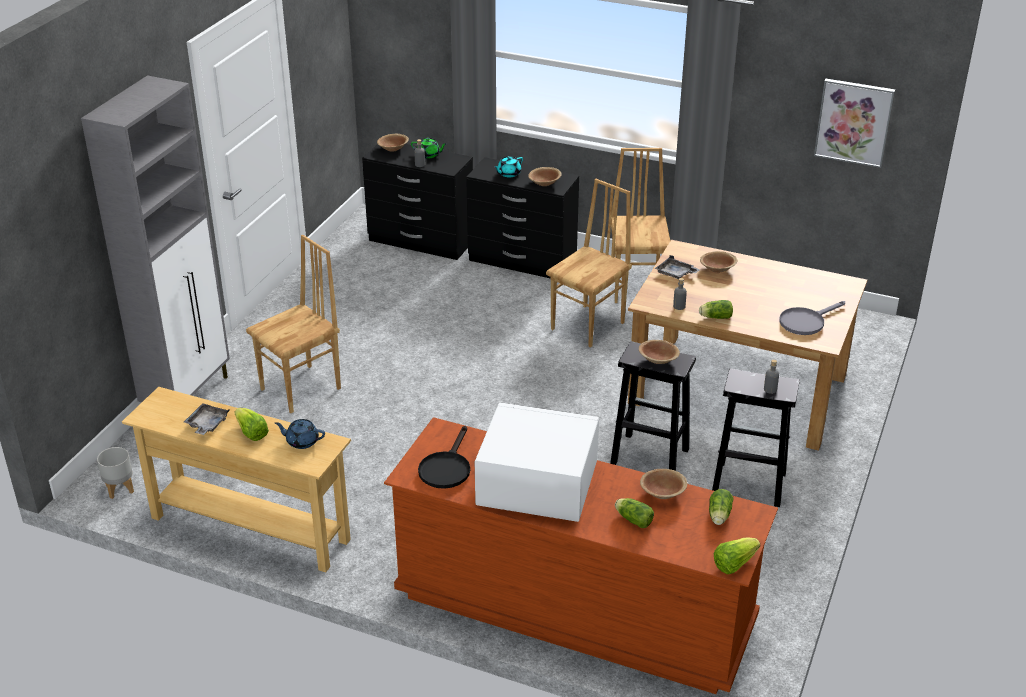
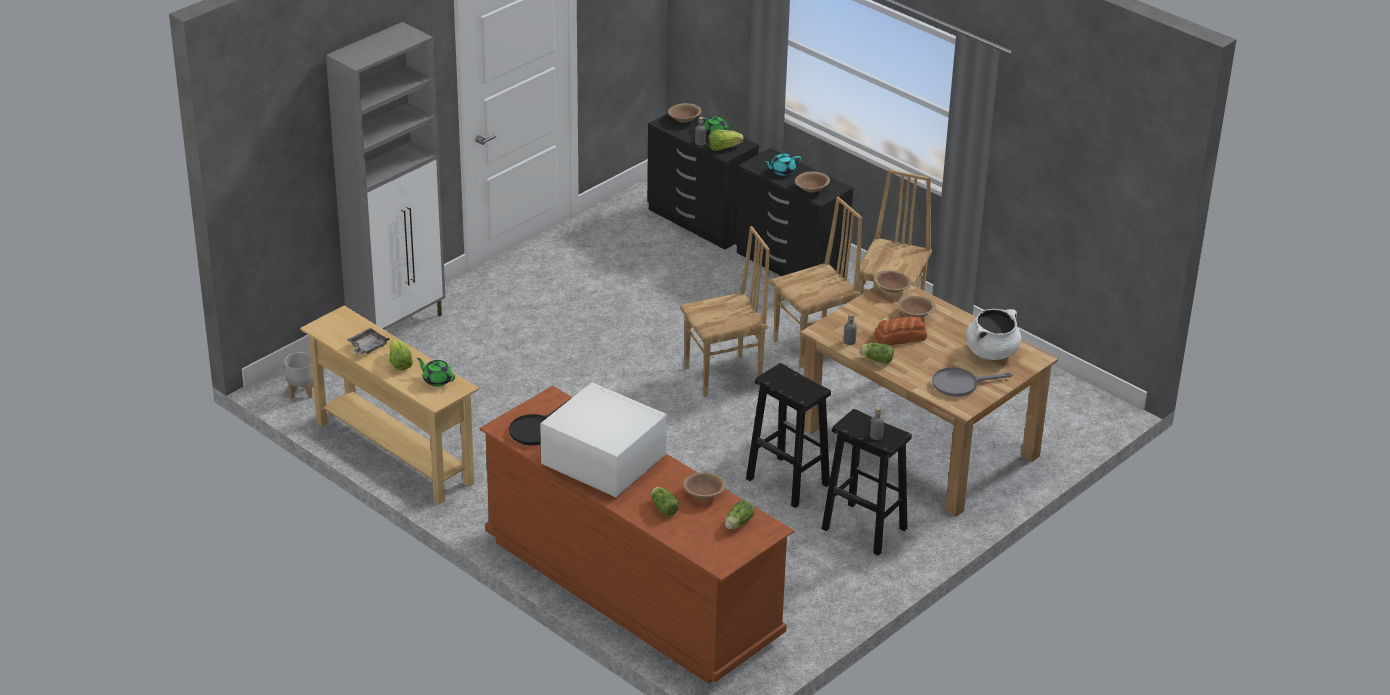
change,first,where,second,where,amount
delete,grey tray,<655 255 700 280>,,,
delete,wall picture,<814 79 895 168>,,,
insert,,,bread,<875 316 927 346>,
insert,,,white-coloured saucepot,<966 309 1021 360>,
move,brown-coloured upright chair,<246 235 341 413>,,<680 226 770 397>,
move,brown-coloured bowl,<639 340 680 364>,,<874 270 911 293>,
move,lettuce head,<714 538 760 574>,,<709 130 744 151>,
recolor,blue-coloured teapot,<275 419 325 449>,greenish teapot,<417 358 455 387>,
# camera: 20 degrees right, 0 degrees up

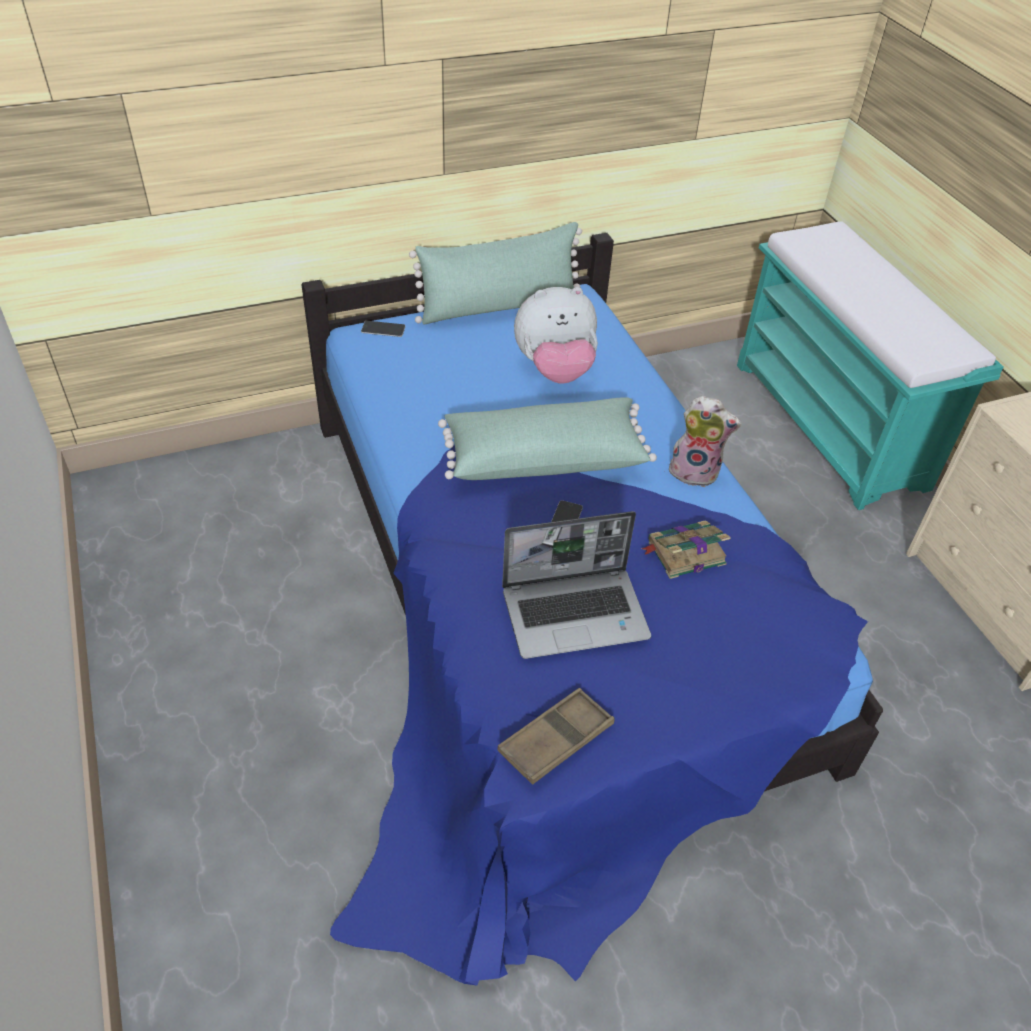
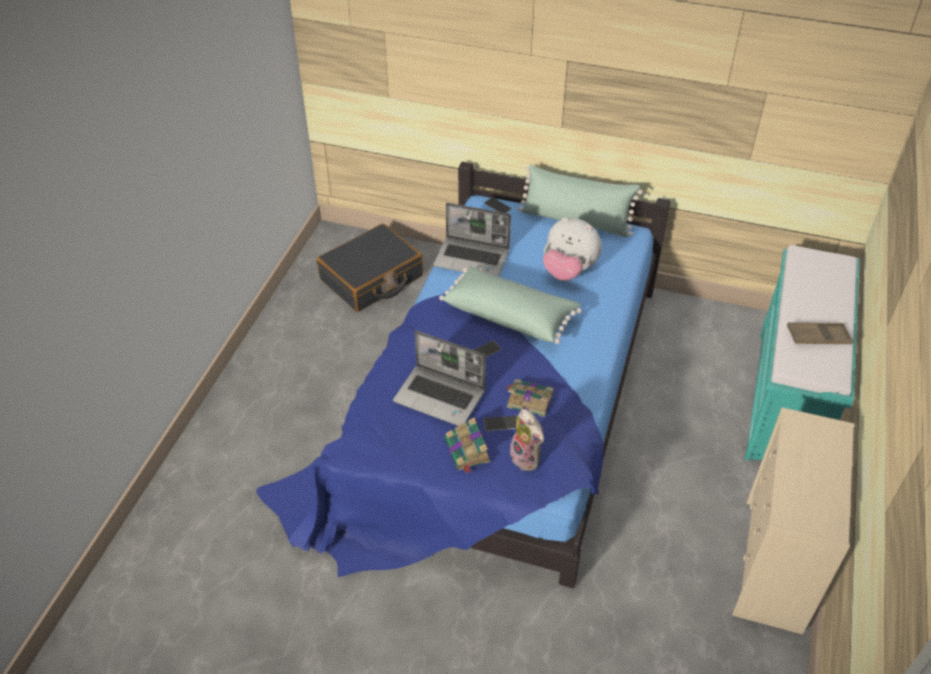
change,first,where,second,where,amount
insert,,,black-coloured travel case,<317 224 423 312>,
insert,,,notebook computer,<433 203 511 277>,
insert,,,volume,<445 418 490 473>,
insert,,,telephone,<484 416 517 431>,
move,brown-coloured tray,<497 688 615 785>,,<787 322 853 344>,
move,cuddly toy,<669 396 741 487>,,<510 409 544 471>,
# camera: 40 degrees right, 0 degrees up

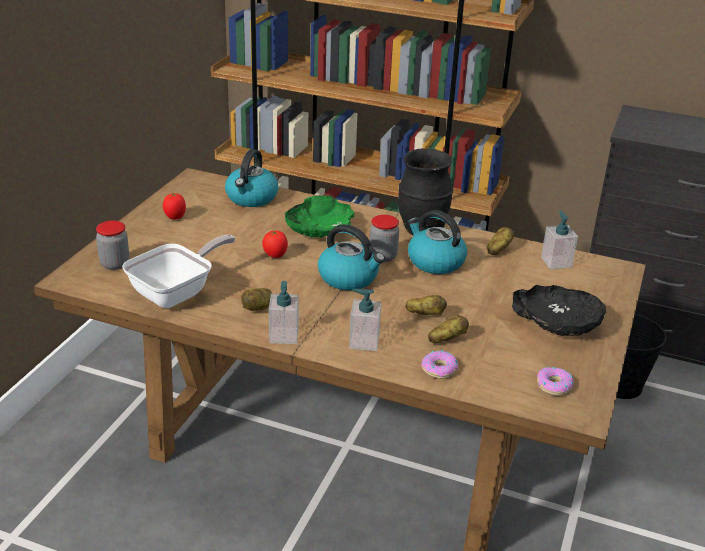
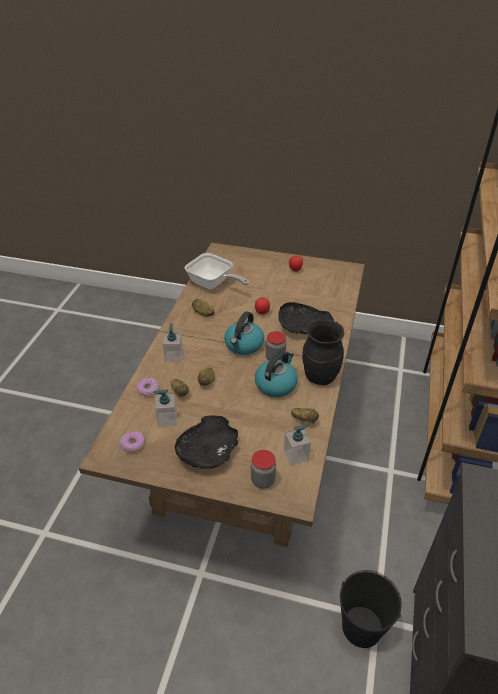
change,first,where,second,where,amount
delete,tea kettle,<225 149 278 207>,,,
move,preserve jar,<96 221 129 270>,,<251 450 276 489>,
move,liquid soap bottle,<269 281 299 344>,,<153 389 177 427>,
recolor,greenish bowl,<285 195 355 238>,black-coloured bowl,<279 302 334 334>,
# camera: 85 degrees right, 10 degrees up

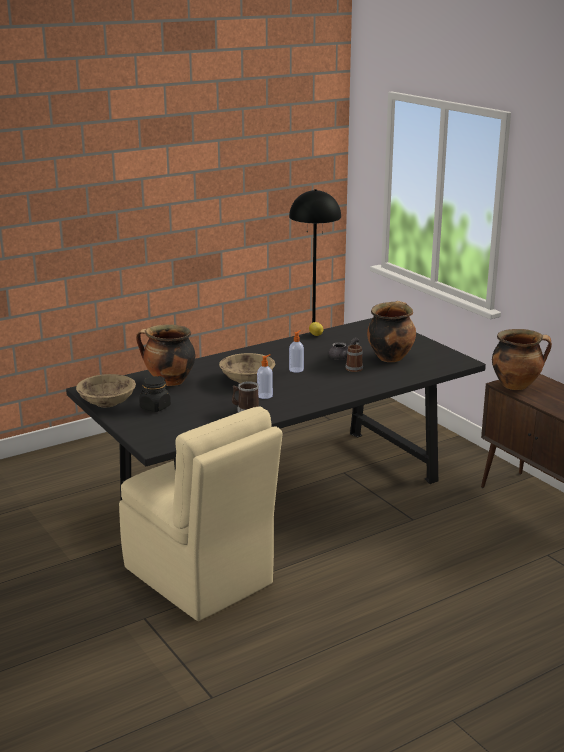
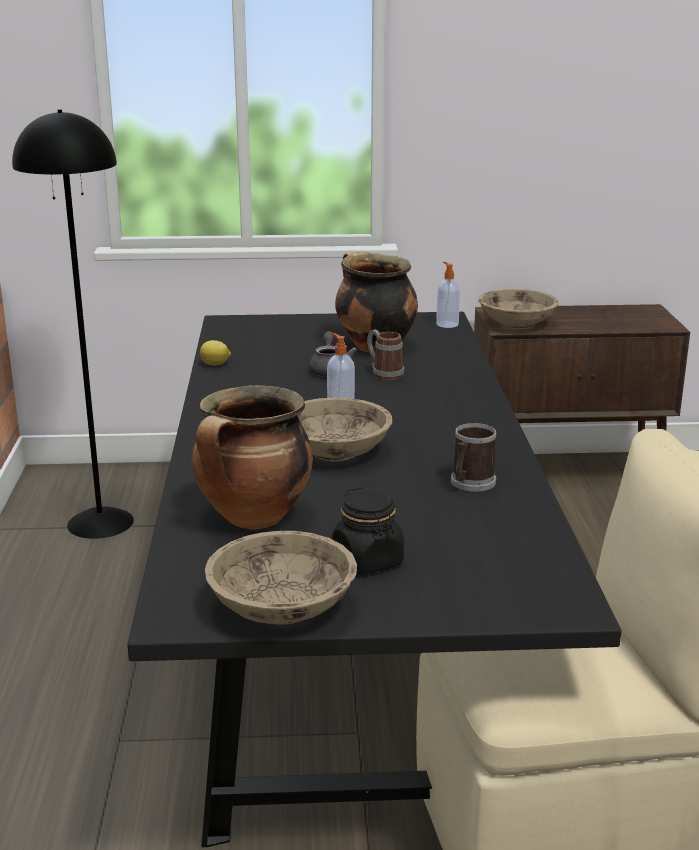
change,first,where,second,where,amount
move,liquid soap bottle,<257 354 273 399>,,<436 262 460 328>,
replace,saucepot,<492 329 552 390>,beige bowl,<478 289 559 329>,
# camera: 60 degrees left, 0 degrees up

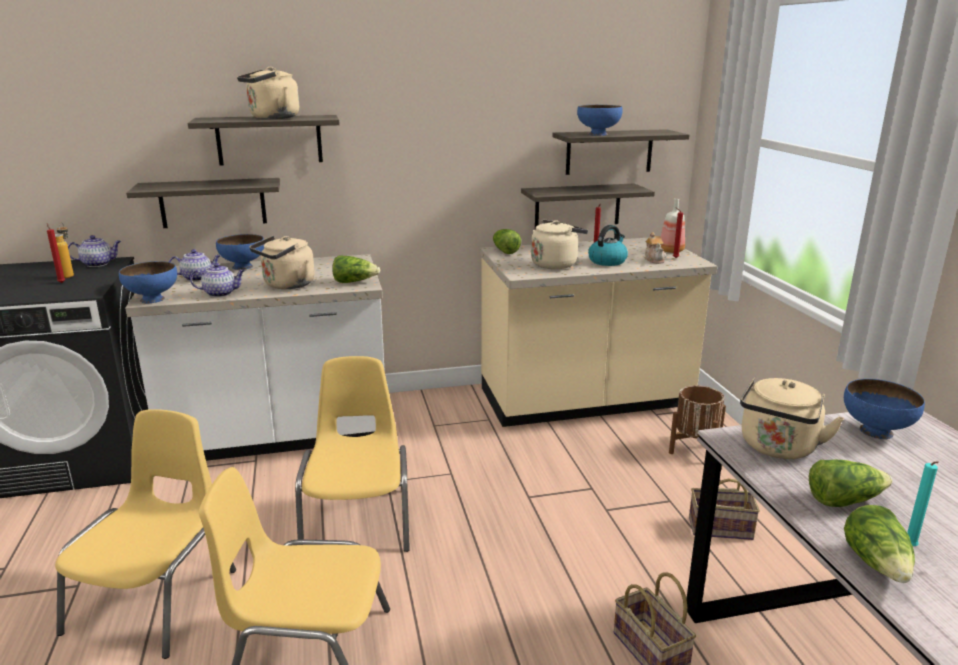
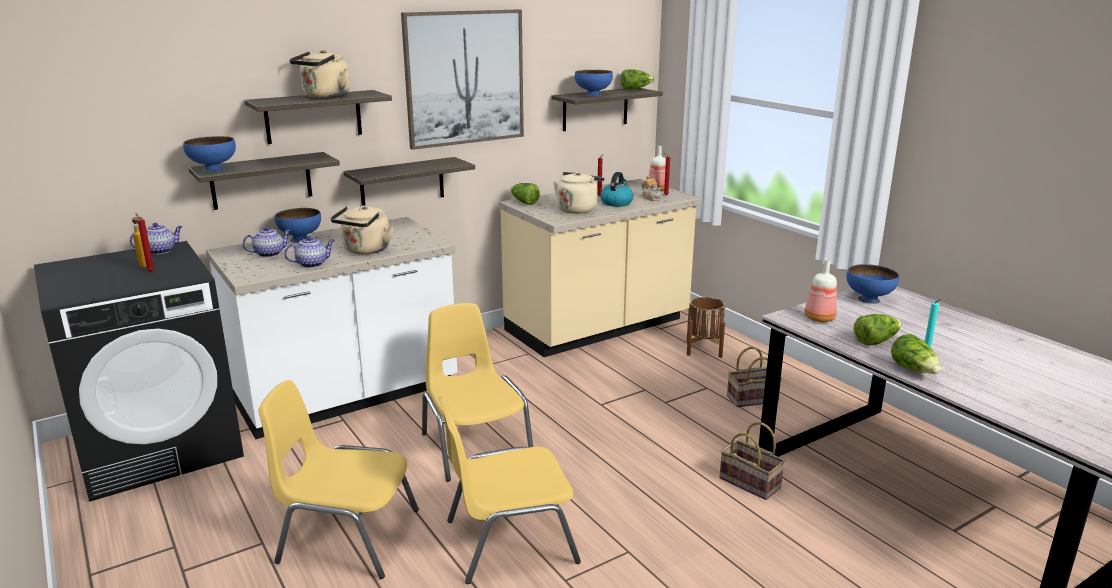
change,first,where,second,where,amount
insert,,,wall picture,<401 9 524 150>,
move,blue-coloured bowl,<119 261 177 303>,,<183 136 236 172>,
move,lettuce head,<332 255 381 283>,,<621 69 655 90>,
move,wall shelf,<521 183 655 229>,,<343 157 475 206>,
replace,beige tea kettle,<740 378 844 459>,bottle,<805 259 837 322>,
rotate,yellow-coloured upright chair,<55 409 236 659>,,<258 380 419 579>,75 degrees counterclockwise
# camera: 20 degrees left, 0 degrees up

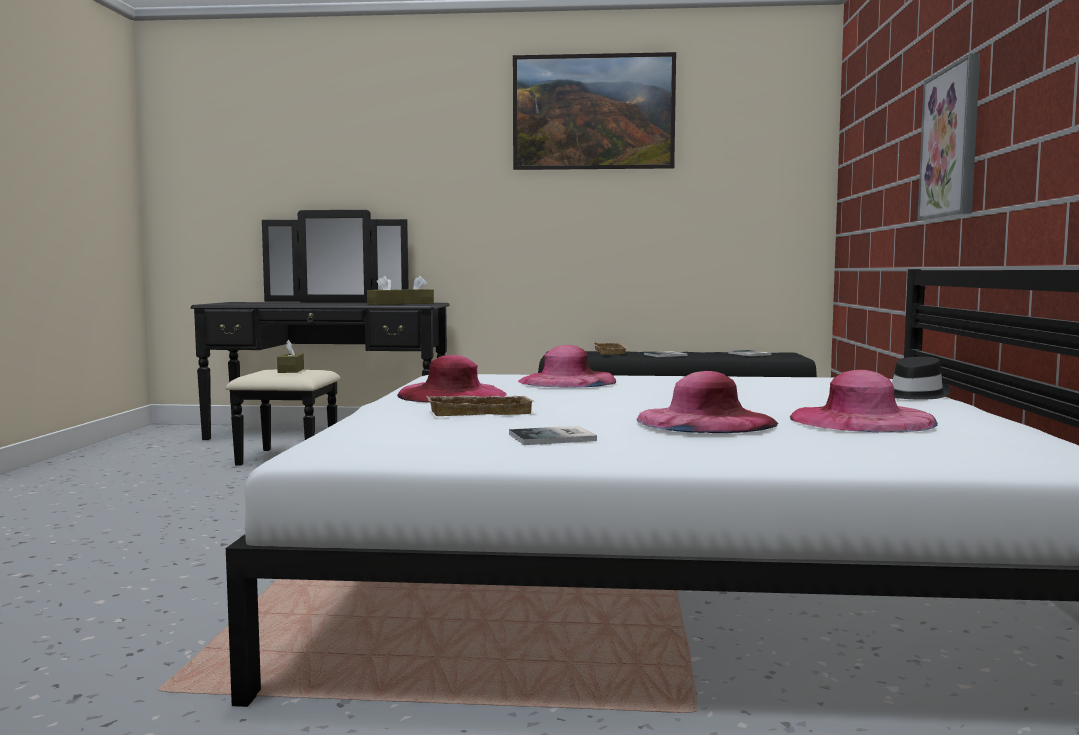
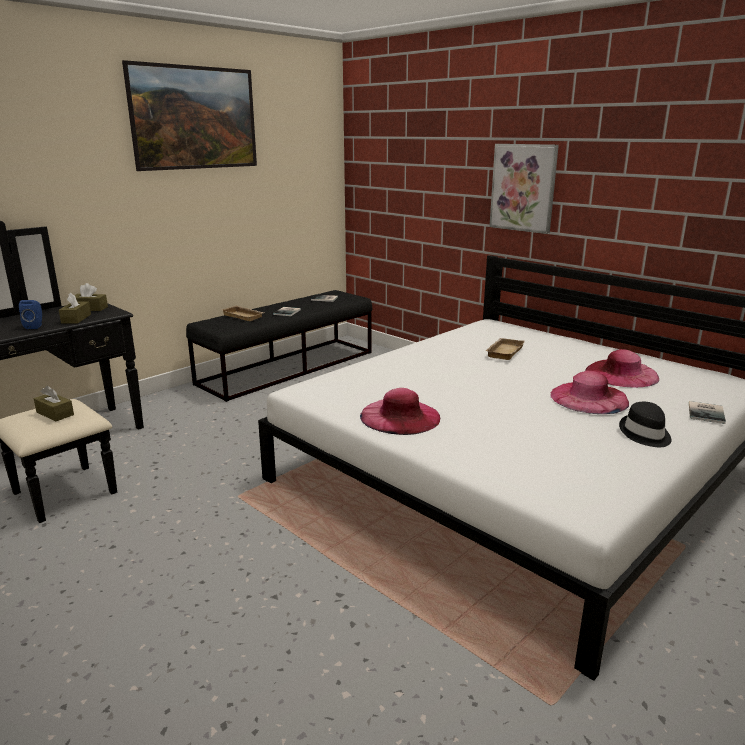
change,first,where,second,where,amount
delete,pink-coloured clothing hat,<518 345 616 388>,,,
insert,,,blue-coloured loudspeaker,<19 300 42 329>,
move,beige tray,<426 395 535 416>,,<486 338 525 360>,
move,volume,<509 426 597 445>,,<689 401 726 424>,
move,black-coloured clothing hat,<892 357 951 399>,,<619 402 672 447>,
# camera: 50 degrees left, 15 degrees up

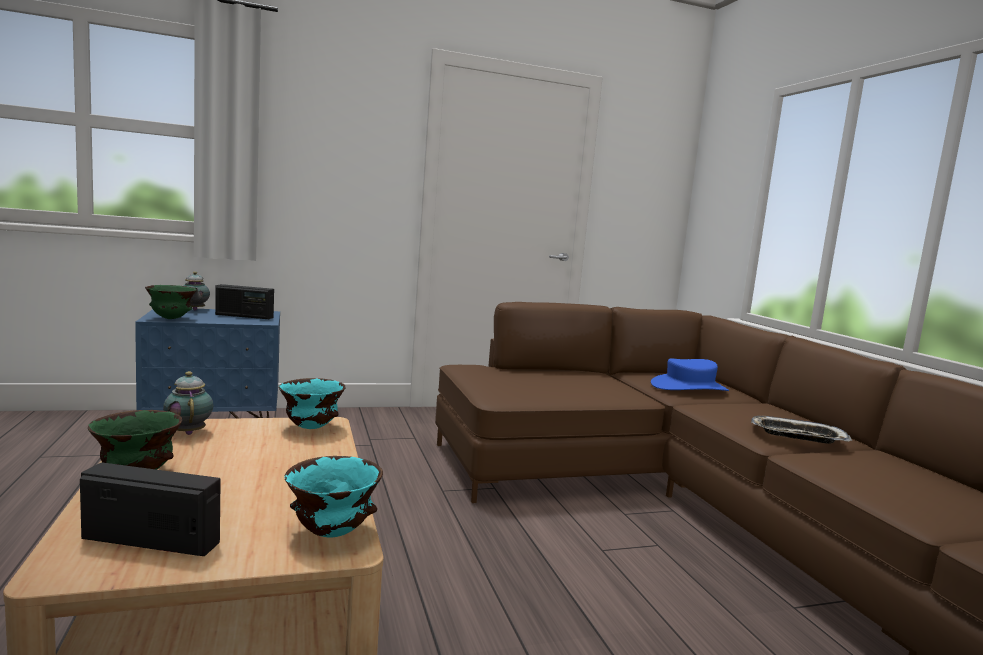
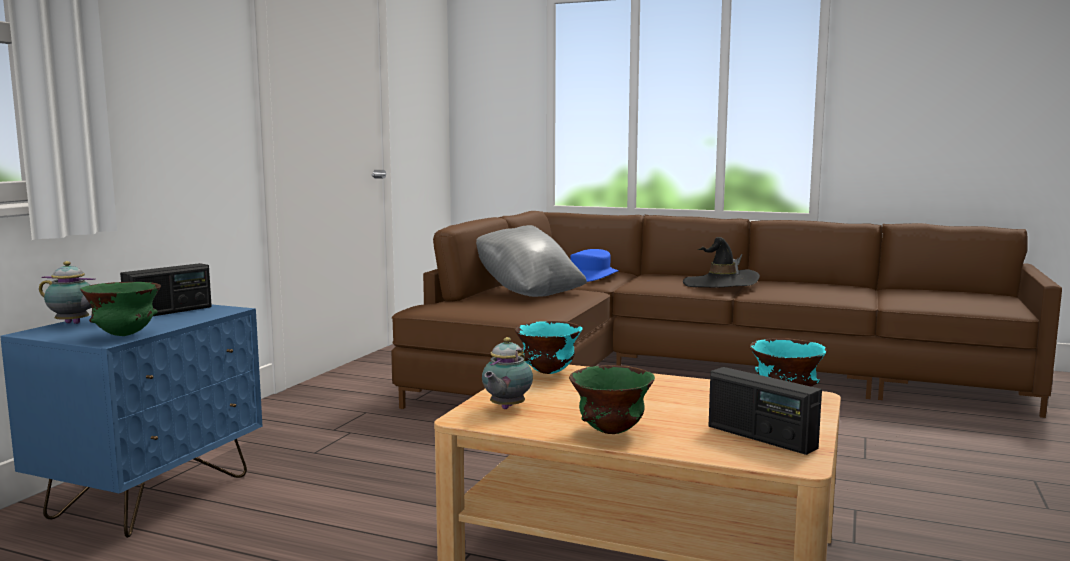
change,first,where,second,where,amount
insert,,,grey pillow,<476 225 587 297>,
replace,tray,<751 416 852 444>,black-coloured clothing hat,<683 237 760 288>,
rotate,radio,<80 462 221 556>,,<709 367 822 455>,90 degrees counterclockwise
rotate,teapot,<163 371 213 435>,,<482 337 533 409>,75 degrees counterclockwise
# camera: 50 degrees left, 0 degrees up

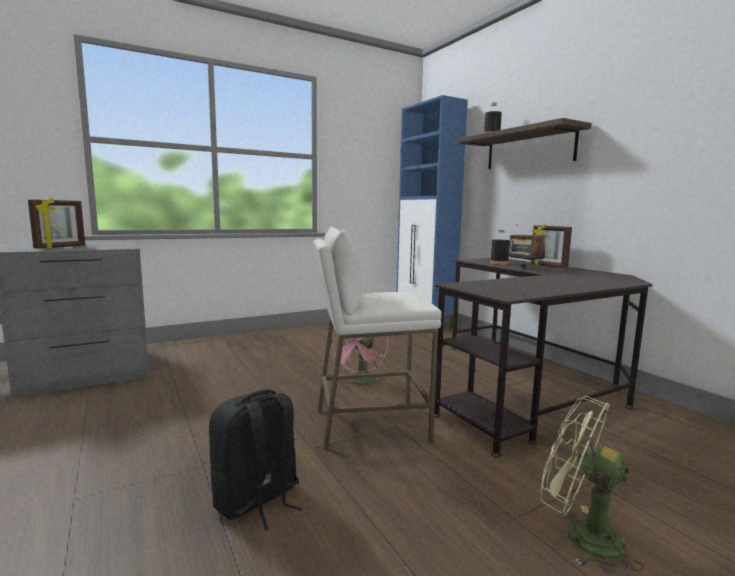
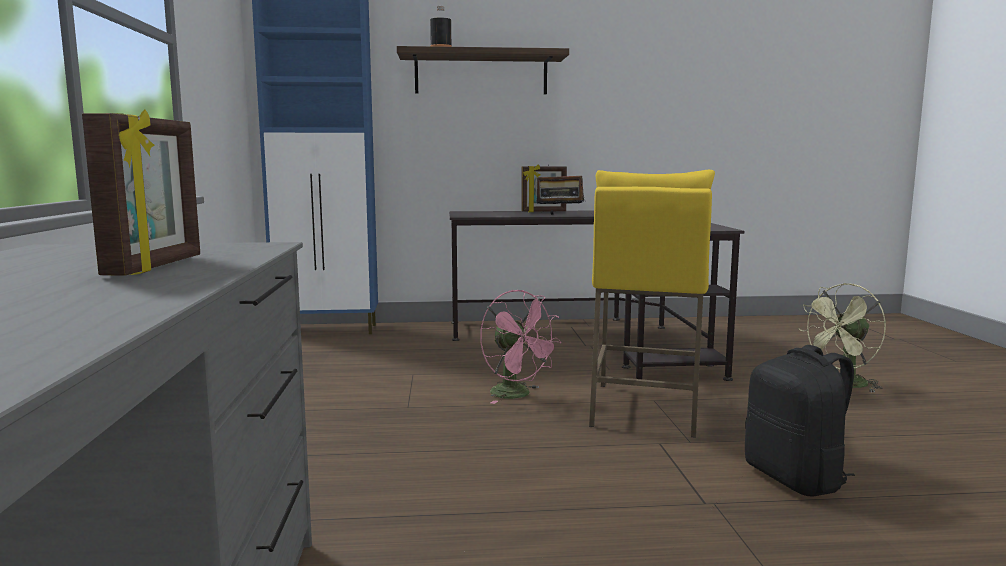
change,first,where,second,where,amount
delete,black-coloured bottle,<490 230 510 265>,,,
recolor,white-coloured stool,<313 227 442 450>,yellow-coloured stool,<589 170 715 438>,
rotate,picture frame,<28 198 85 249>,,<82 110 200 275>,45 degrees clockwise
# camera: 65 degrees left, 0 degrees up

